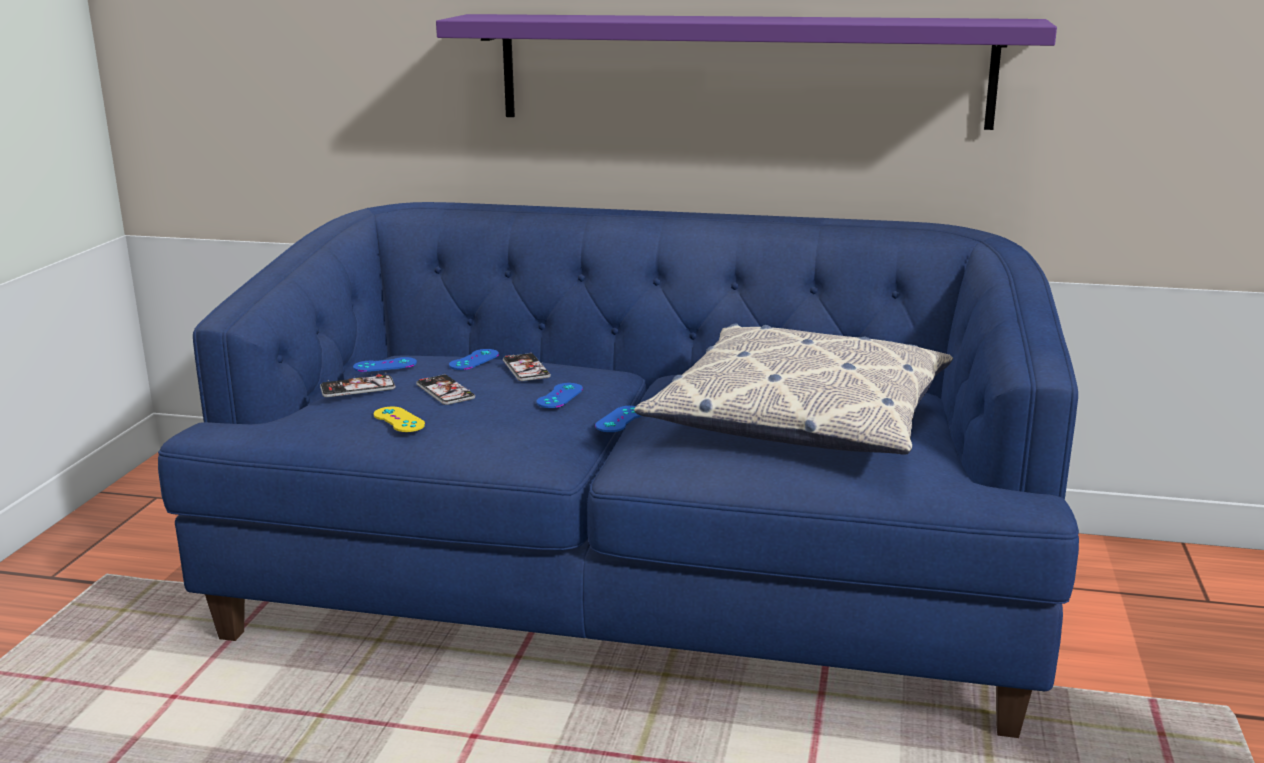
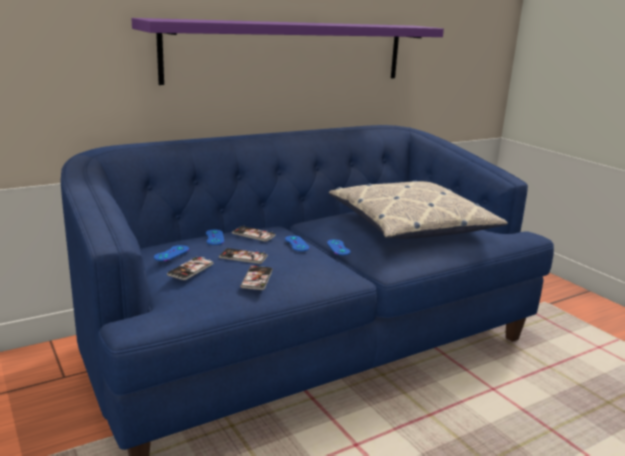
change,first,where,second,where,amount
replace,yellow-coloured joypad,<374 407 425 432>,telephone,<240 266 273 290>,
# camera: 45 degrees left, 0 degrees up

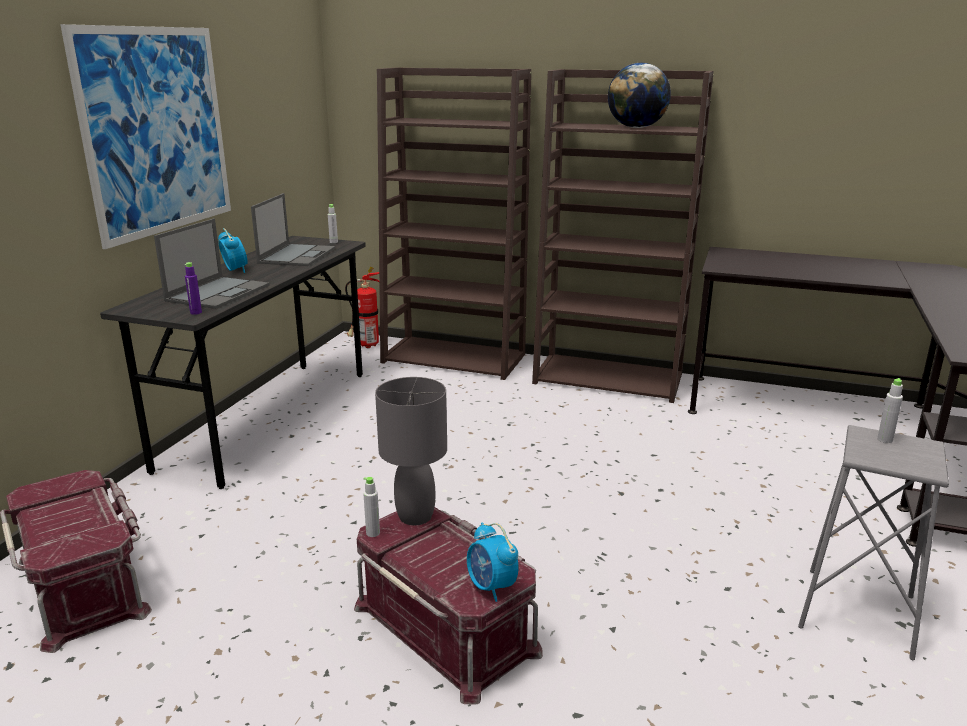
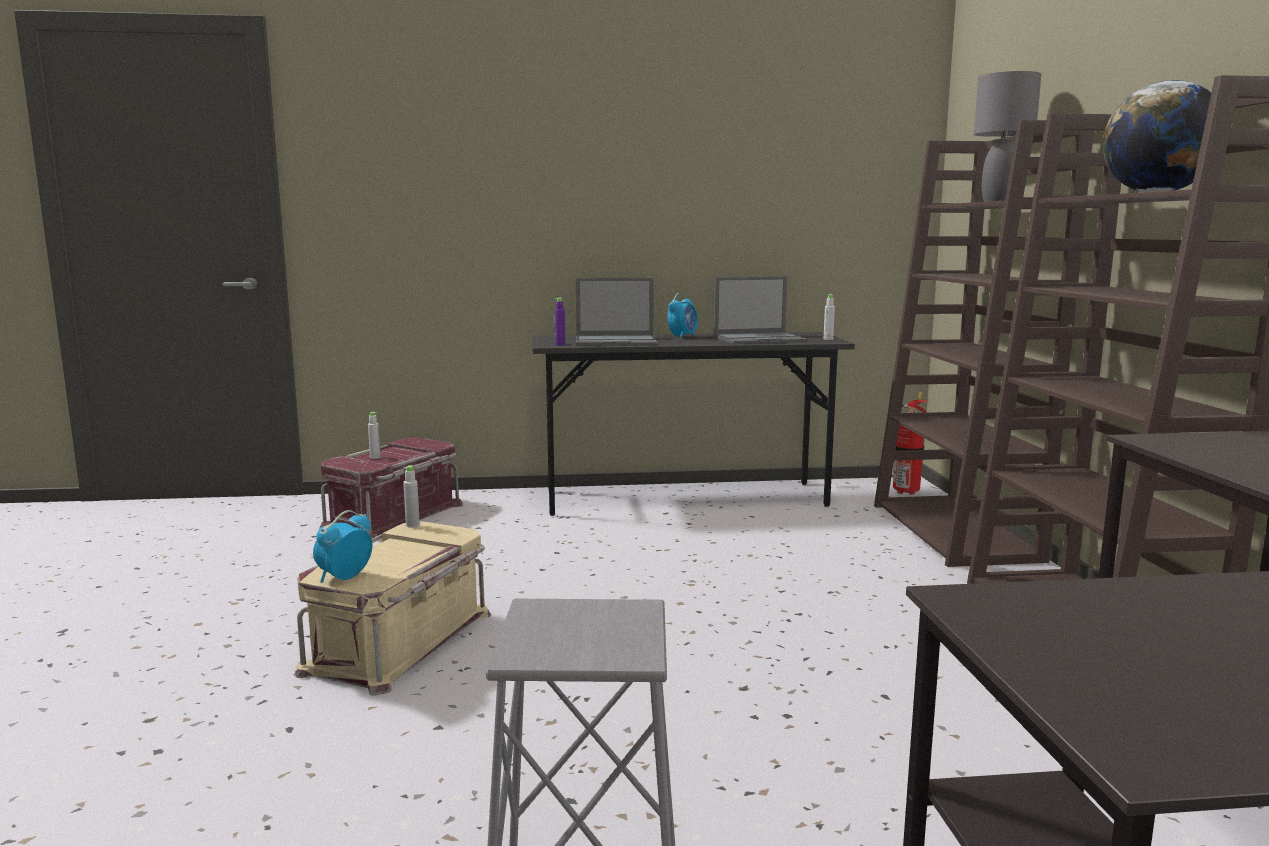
change,first,where,second,where,amount
delete,wall picture,<60 24 231 249>,,,
move,grey table lamp,<375 377 447 525>,,<974 71 1041 202>,
move,grey bottle,<877 378 903 443>,,<368 412 380 459>,
recolor,red storage container,<354 507 543 705>,beige storage container,<295 521 491 695>,
# camera: 65 degrees right, 10 degrees down

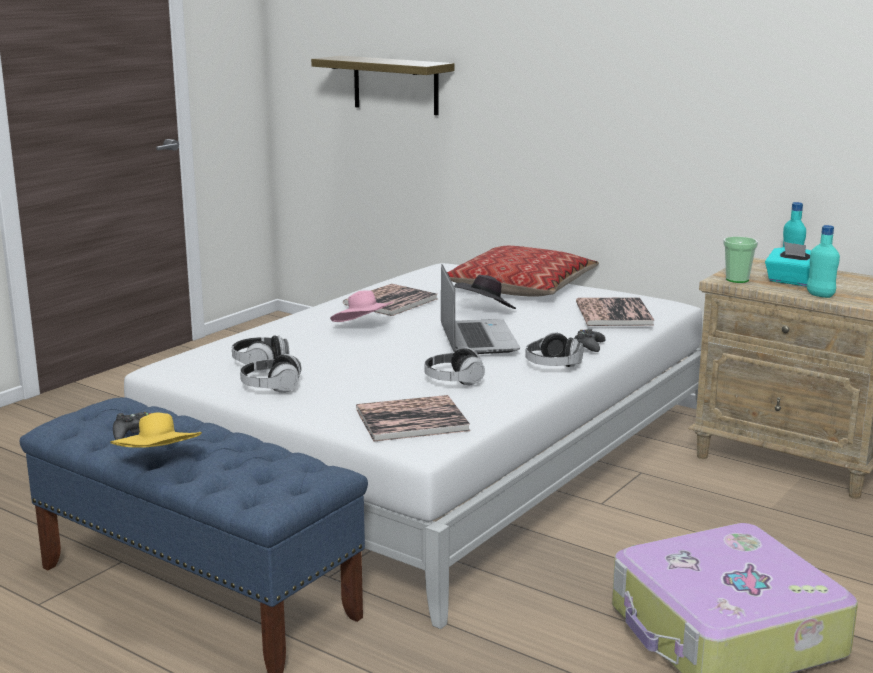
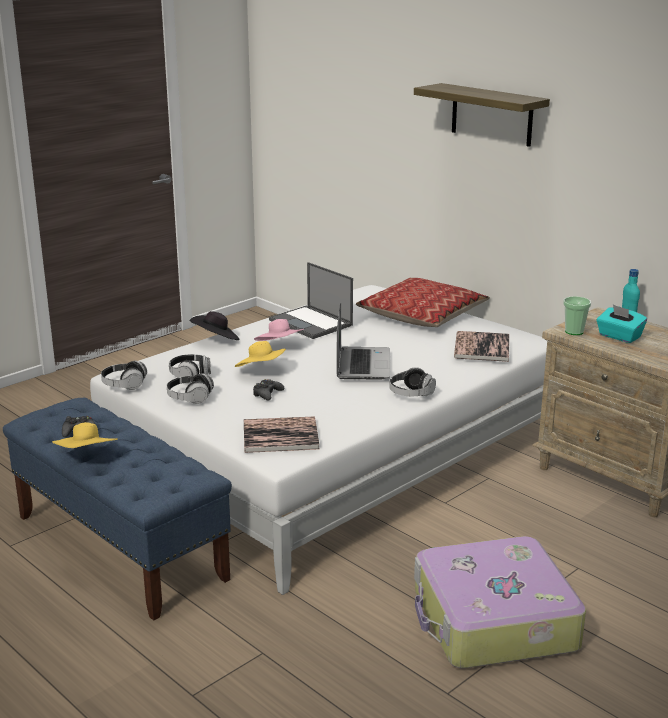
change,first,where,second,where,amount
delete,turquoise-coloured bottle,<807 225 840 298>,,,
insert,,,yellow-coloured clothing hat,<235 341 286 367>,
move,wall shelf,<311 56 454 115>,,<414 83 550 147>,
move,headphones,<424 347 485 385>,,<101 361 147 390>,
move,black-coloured clothing hat,<454 275 516 309>,,<189 311 240 340>,
move,black-coloured joypad,<574 329 606 352>,,<253 379 284 401>,
replace,volume,<343 284 437 316>,notebook computer,<269 262 353 339>,
# camera: 10 degrees right, 5 degrees up

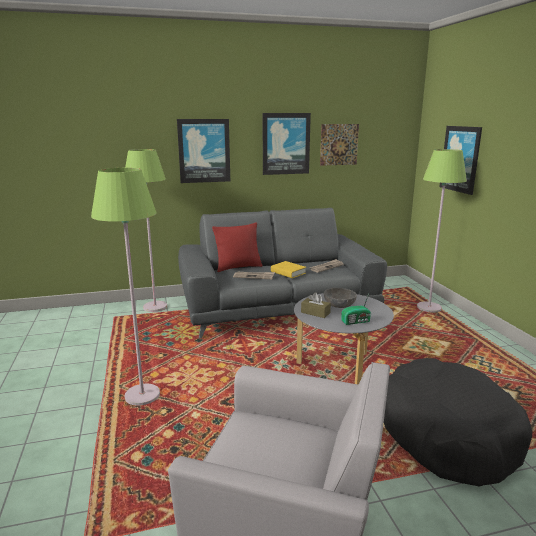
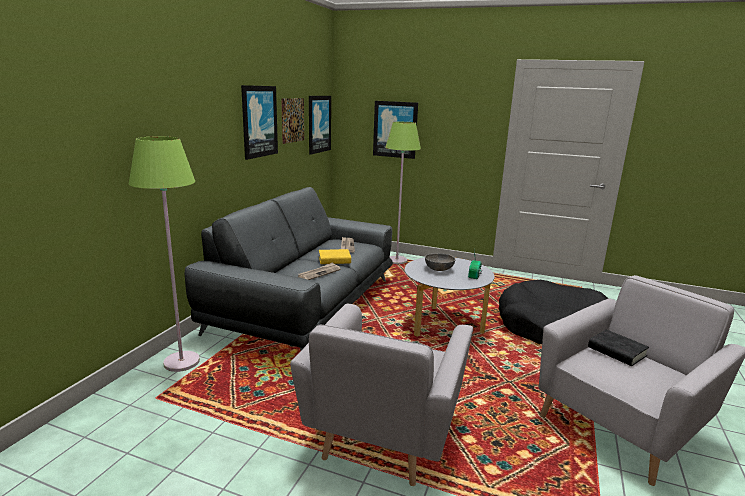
change,first,where,second,where,amount
delete,red pillow,<212 222 263 272>,,,
delete,brown-coloured tissue box,<301 292 331 318>,,,
insert,,,black-coloured volume,<588 329 649 366>,
move,wall picture,<177 119 230 183>,,<309 96 331 155>,
replace,greenish floor lamp,<91 168 160 405>,grey easy chair,<290 303 473 486>,
# camera: 55 degrees left, 0 degrees up

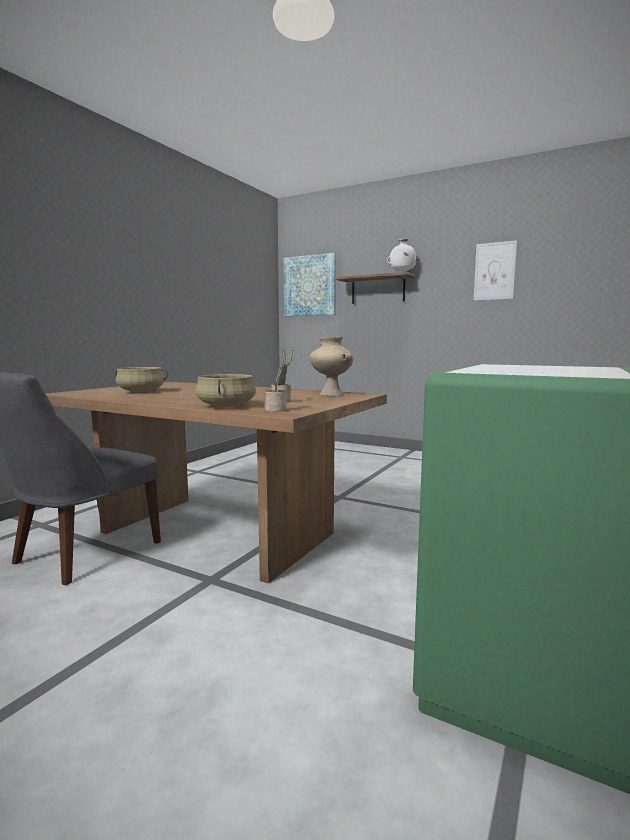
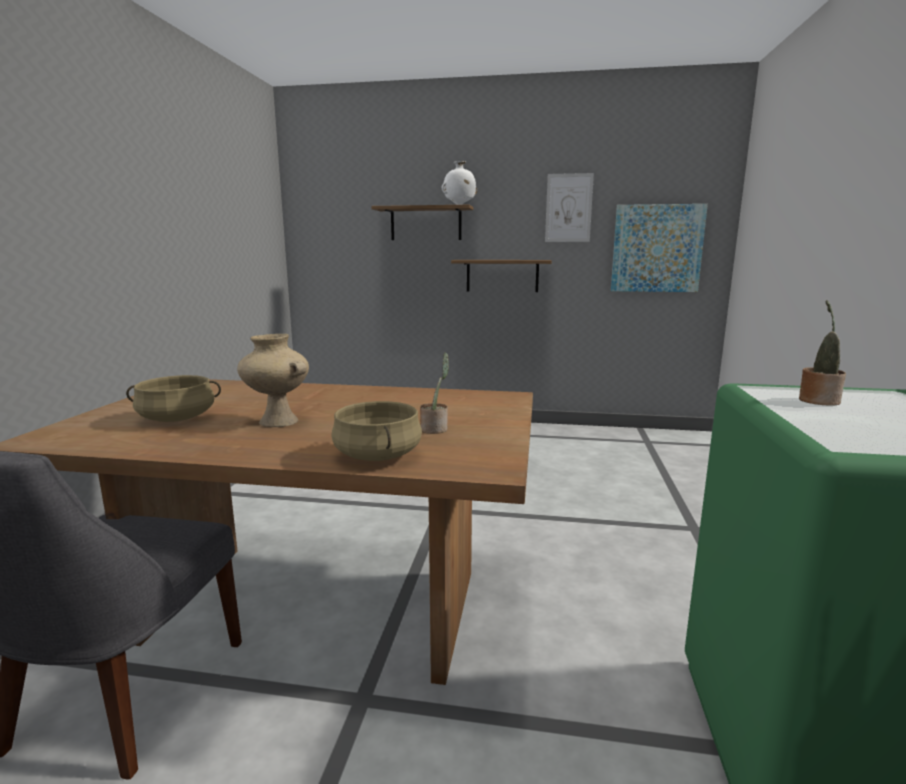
change,first,where,second,where,amount
insert,,,wall shelf,<451 260 552 292>,
move,plant in a pot,<264 348 286 412>,,<799 300 846 406>,
move,wall picture,<283 253 336 316>,,<611 204 708 292>,
move,beige vase,<309 337 354 396>,,<237 334 309 427>,
# camera: 20 degrees left, 5 degrees up

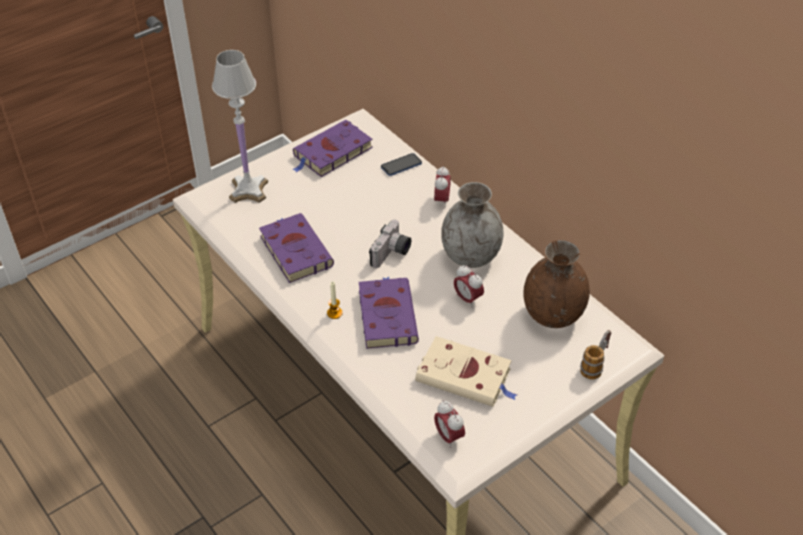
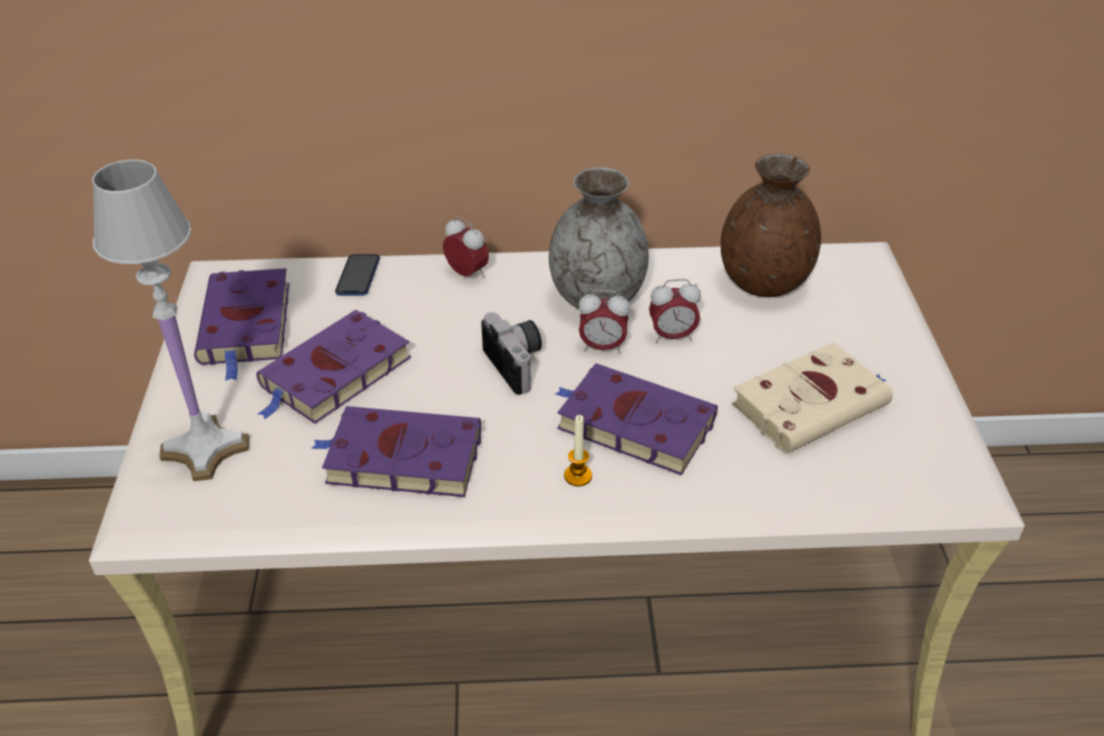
change,first,where,second,where,amount
delete,coffee mug,<580 330 611 380>,,,
insert,,,purple-coloured volume,<256 310 411 424>,
move,table clock,<434 401 465 448>,,<579 290 630 354>,
# camera: 55 degrees left, 5 degrees down

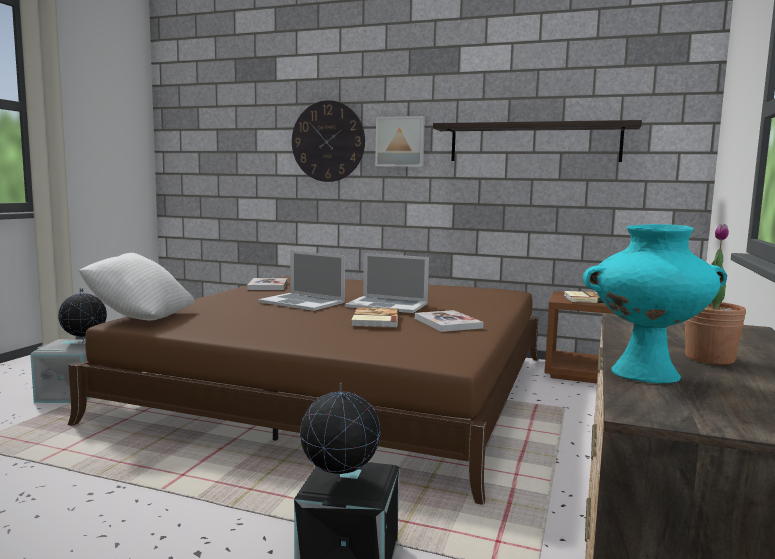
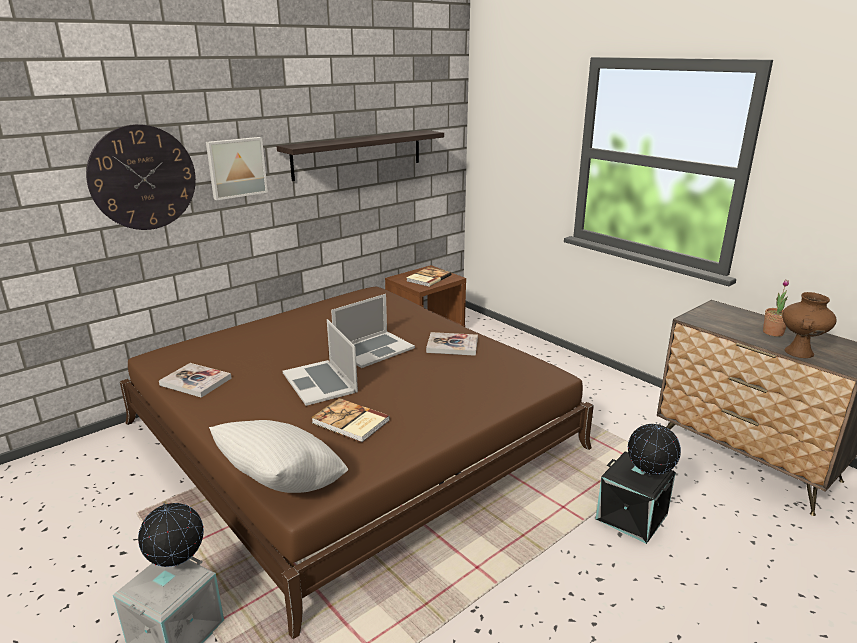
change,first,where,second,where,amount
move,volume,<352 307 399 328>,,<311 398 390 442>,
recolor,turquoise-coloured vase,<583 224 727 383>,brown-coloured vase,<782 292 837 358>,
rotate,notebook computer,<258 250 345 311>,,<283 319 358 406>,90 degrees clockwise
# camera: 60 degrees left, 15 degrees up

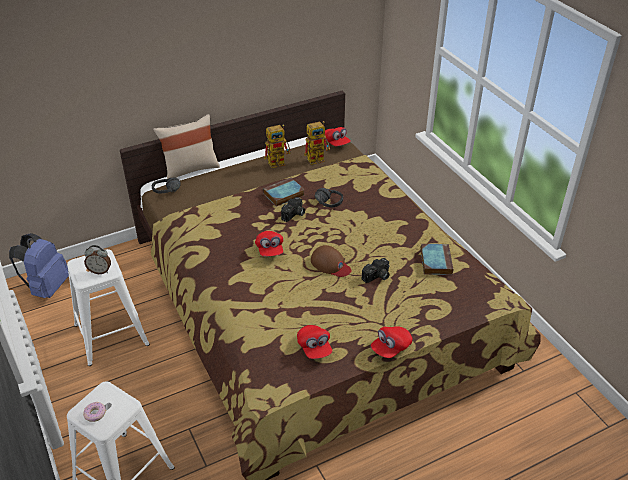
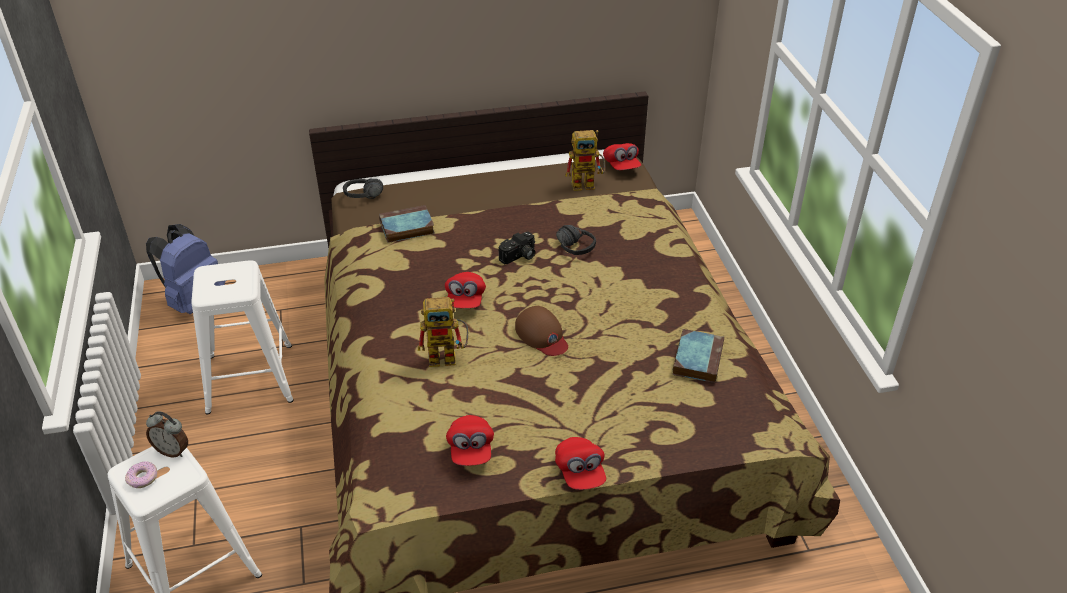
change,first,where,second,where,amount
delete,beige pillow,<153 114 220 180>,,,
delete,photo camera,<362 258 390 283>,,,
move,table clock,<84 245 111 274>,,<146 411 188 458>,
move,volume,<263 177 305 207>,,<379 205 435 243>,
move,model robot,<264 125 291 168>,,<418 297 468 367>,
rotate,red baseball cap,<371 326 412 358>,,<555 437 606 490>,75 degrees counterclockwise
# camera: 15 degrees right, 0 degrees up

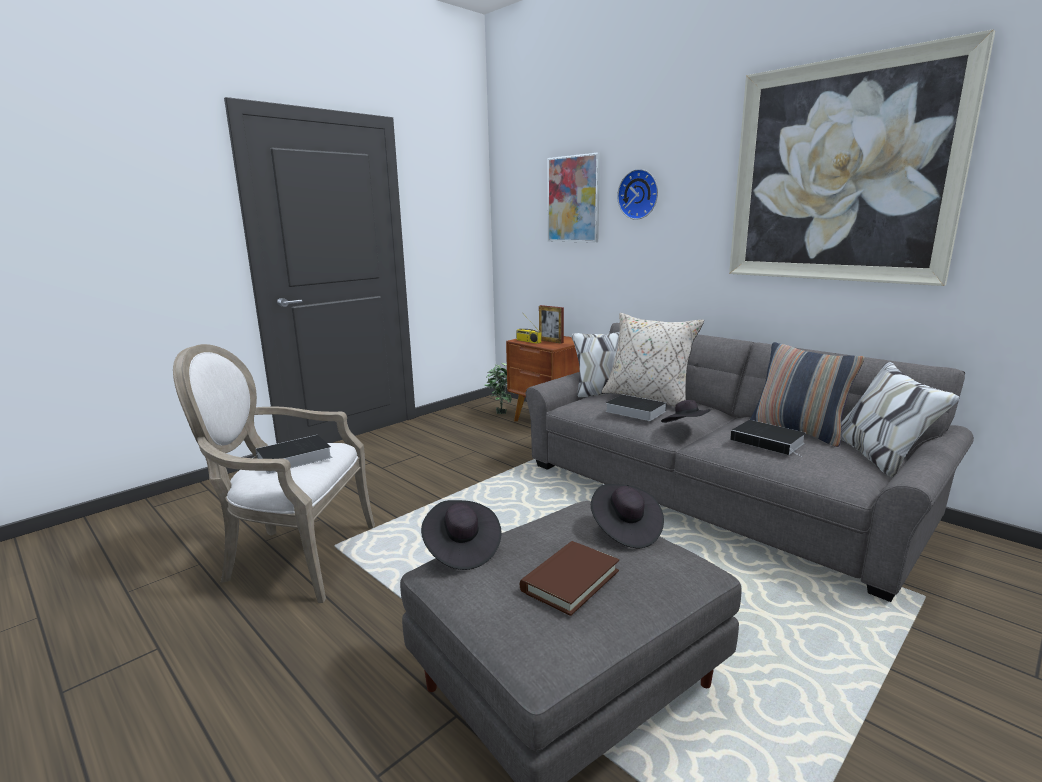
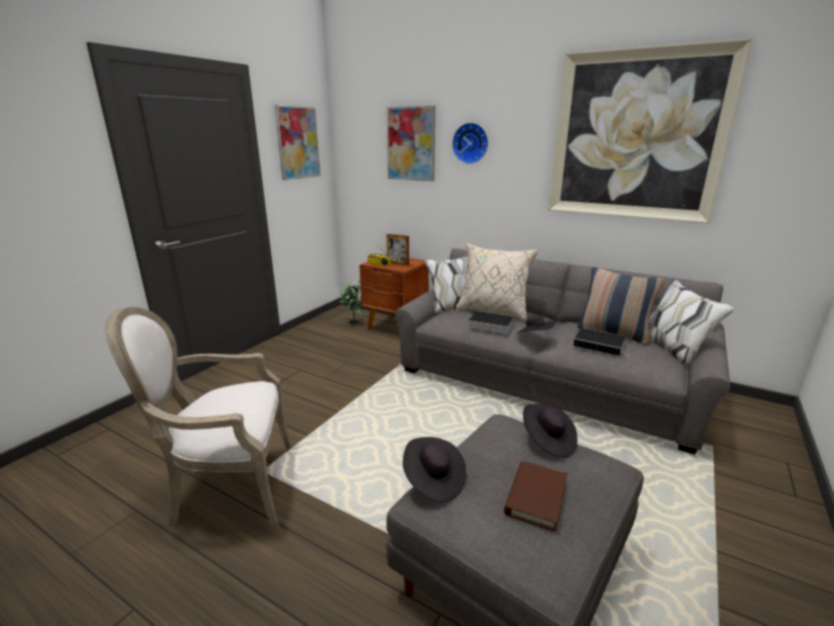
change,first,where,second,where,amount
delete,volume,<254 435 332 474>,,,
insert,,,wall picture,<274 104 321 180>,
# camera: 15 degrees left, 5 degrees up

